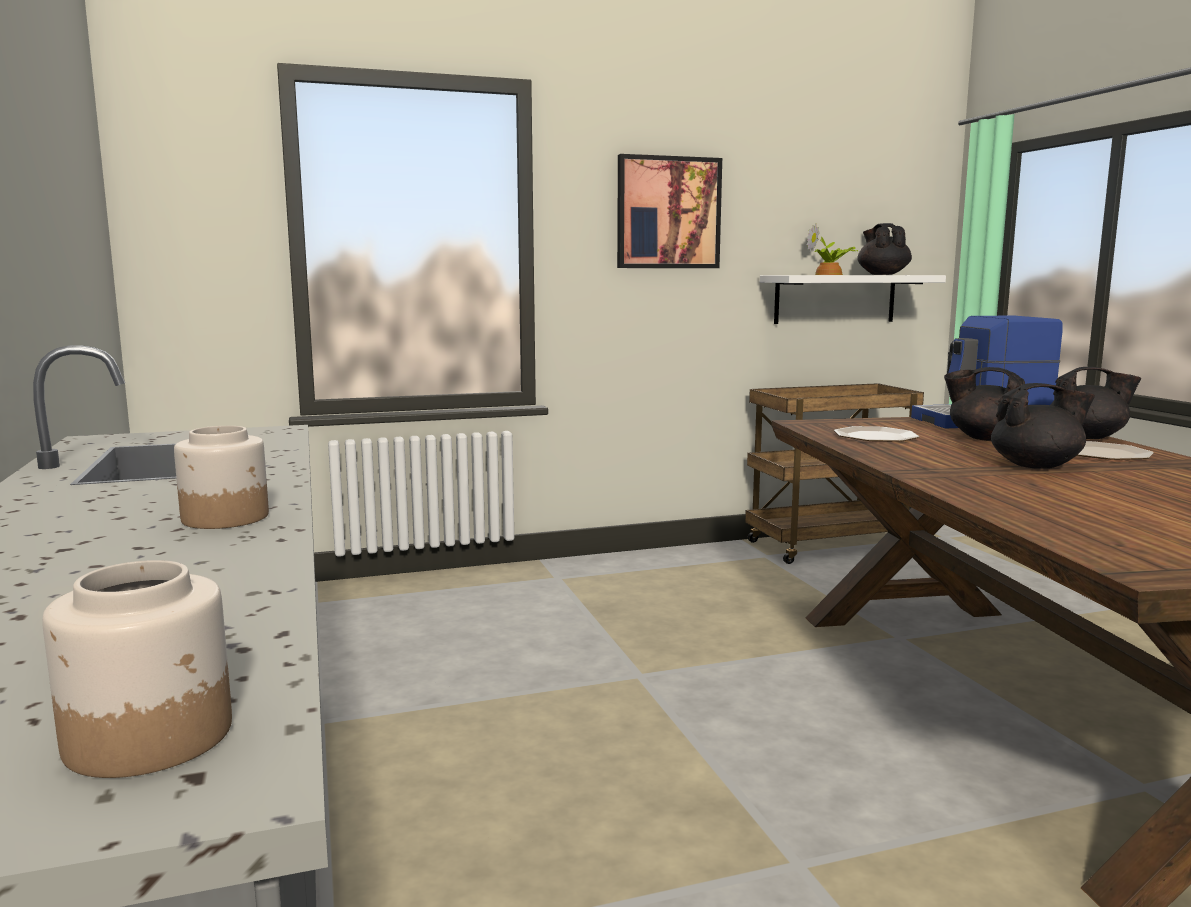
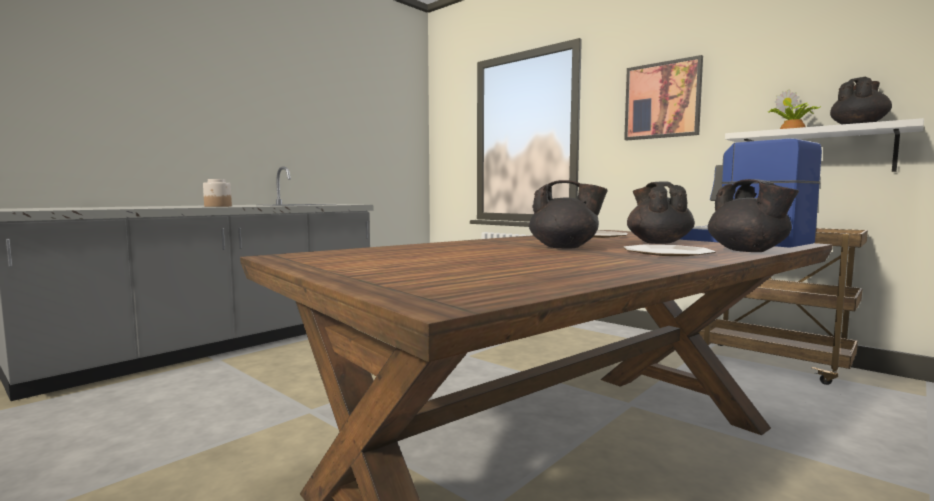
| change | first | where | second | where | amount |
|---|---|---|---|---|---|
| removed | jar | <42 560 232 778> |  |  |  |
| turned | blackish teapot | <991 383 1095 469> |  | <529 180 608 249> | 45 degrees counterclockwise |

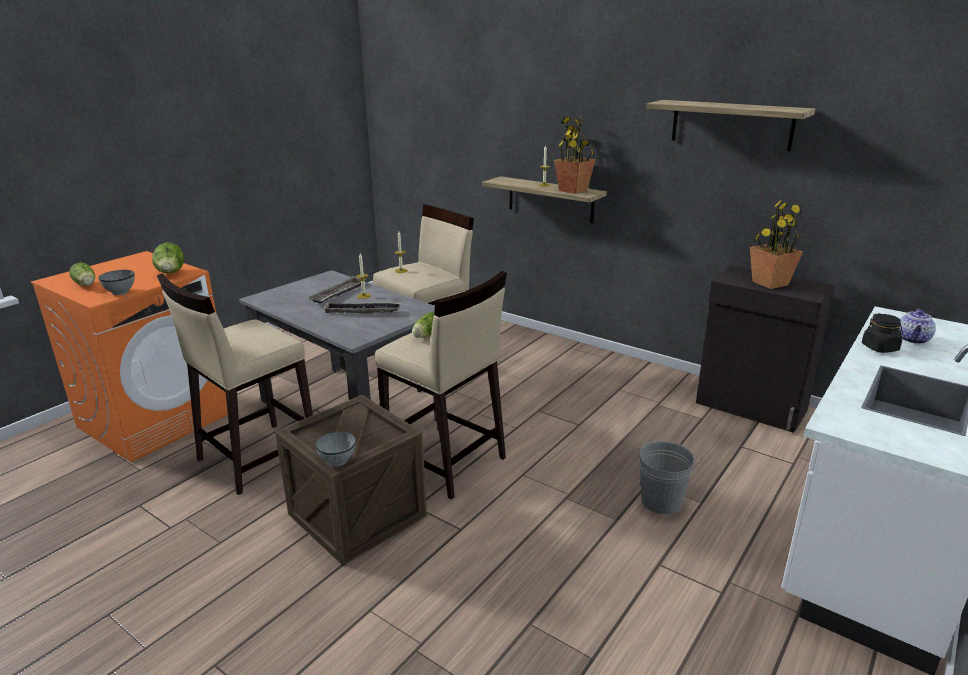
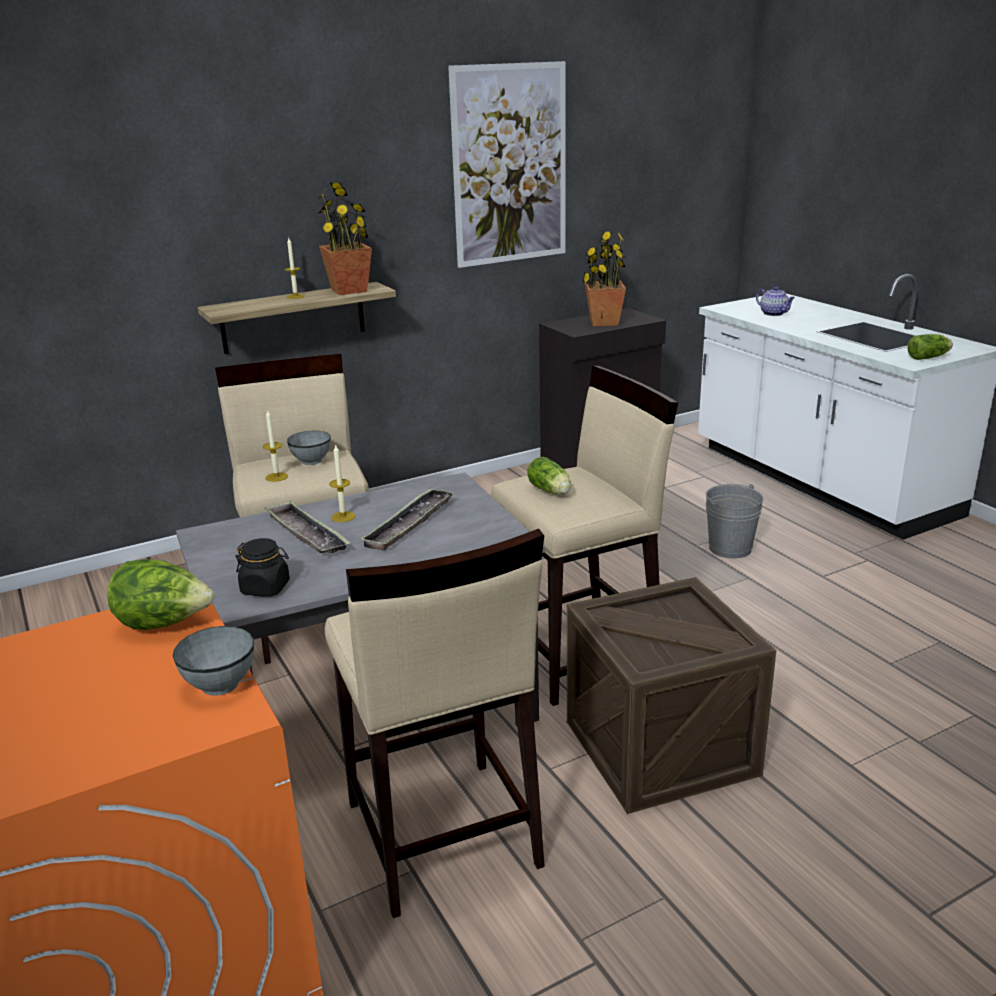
| change | first | where | second | where | amount |
|---|---|---|---|---|---|
| moved | lettuce head | <69 262 95 286> |  | <907 334 953 360> |  |
| moved | greyish serving bowl | <316 431 356 466> |  | <287 431 331 465> |  |
| replaced | wall shelf | <646 100 815 151> | wall art | <448 61 565 268> |  |
| moved | blackish jar | <862 313 903 353> |  | <235 538 290 597> |  |

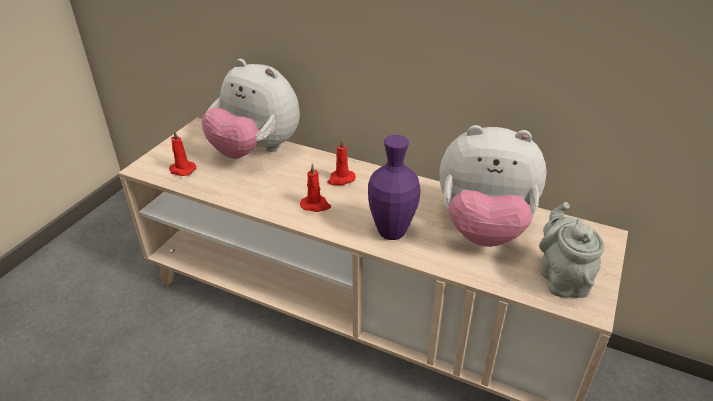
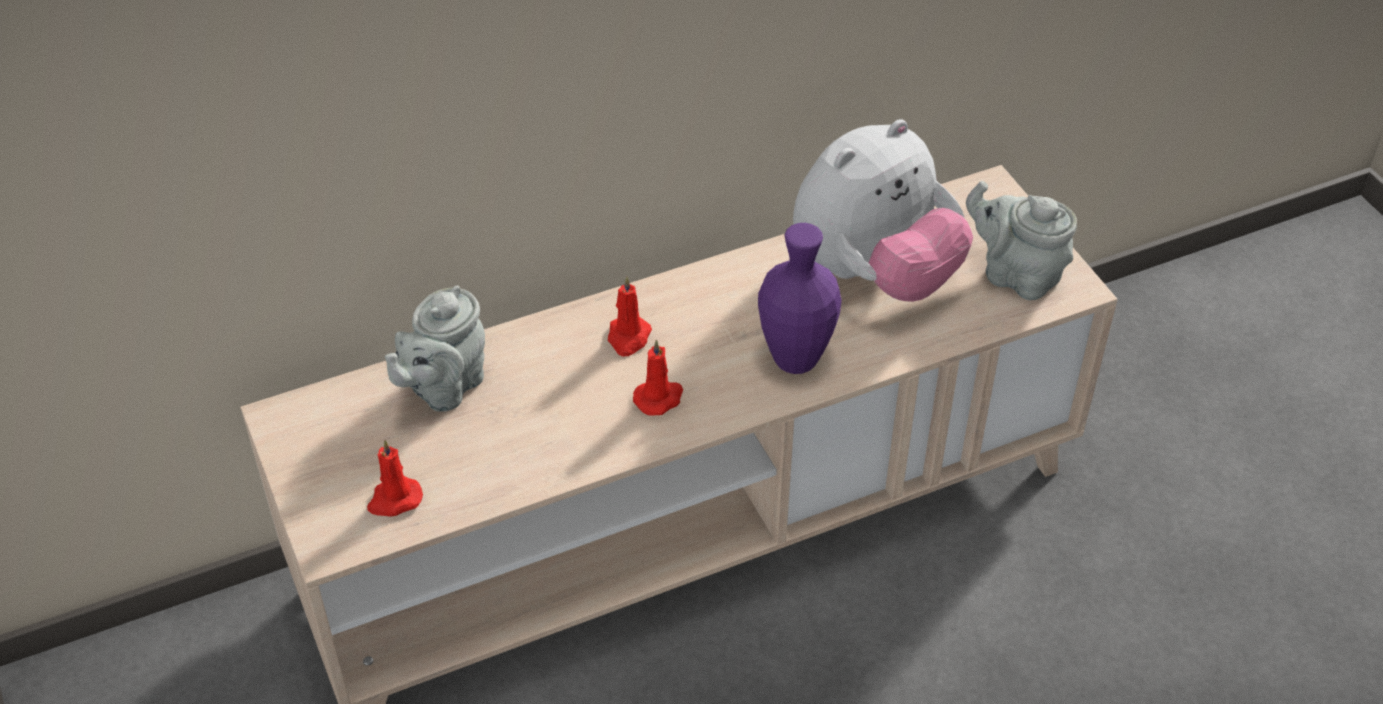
| change | first | where | second | where | amount |
|---|---|---|---|---|---|
| replaced | cuddly toy | <202 59 300 159> | greyish teapot | <385 286 485 412> |  |

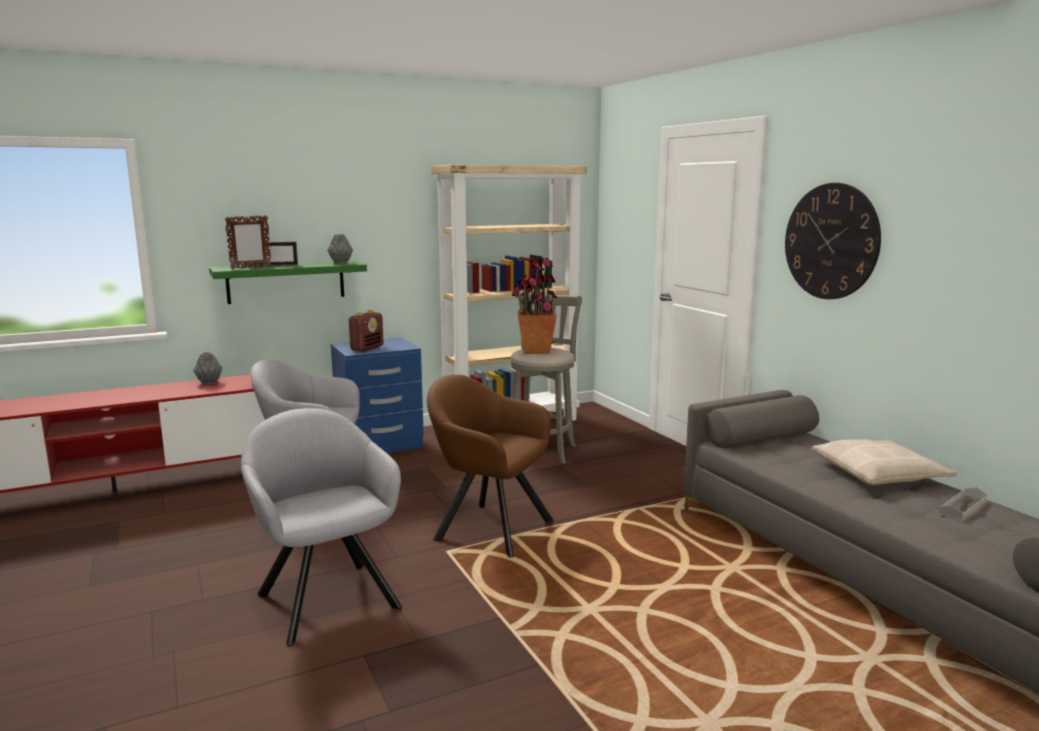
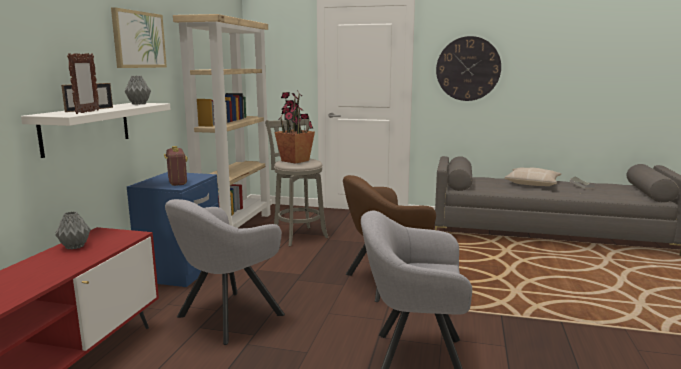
| change | first | where | second | where | amount |
|---|---|---|---|---|---|
| recoloured | green wall shelf | <209 261 367 304> | white-coloured wall shelf | <21 103 171 158> |  |
| added |  |  | wall art | <111 7 167 68> |  |

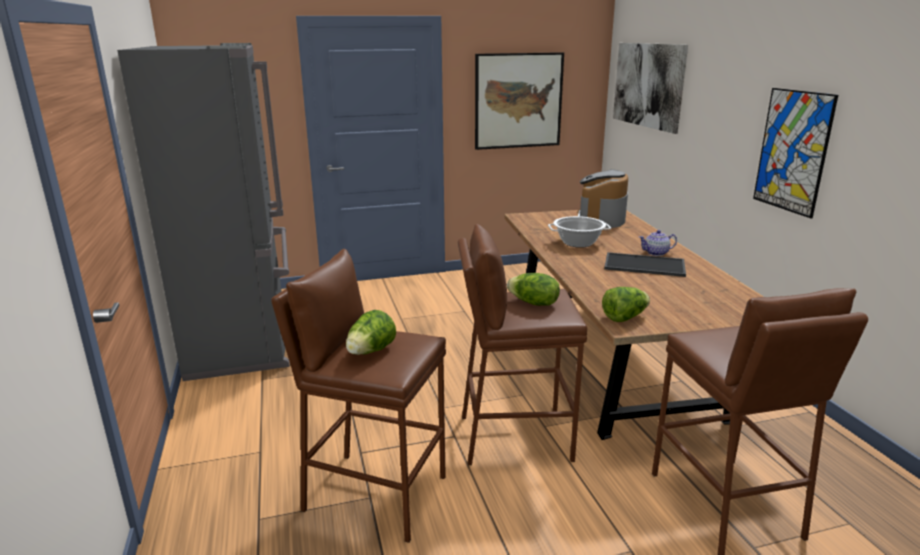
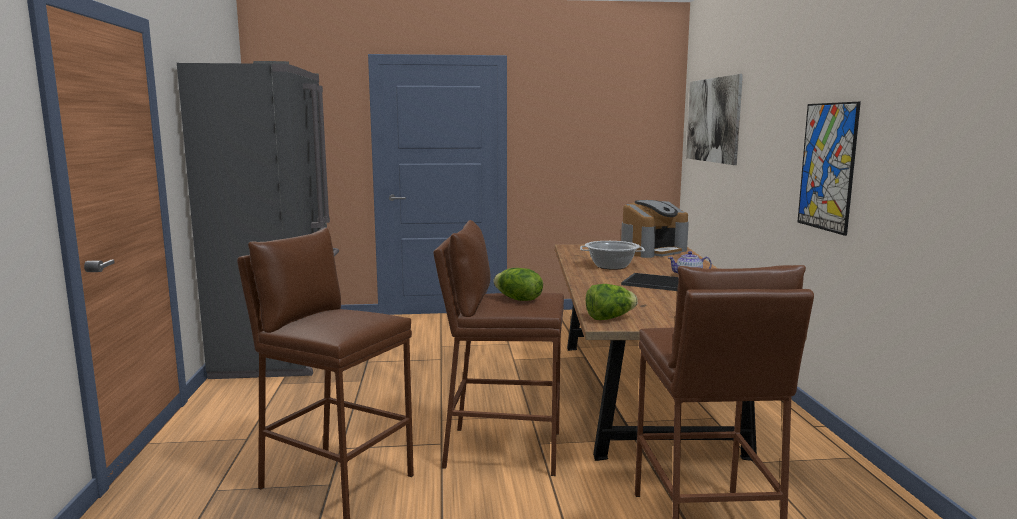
| change | first | where | second | where | amount |
|---|---|---|---|---|---|
| removed | lettuce head | <346 310 396 355> |  |  |  |
| removed | wall art | <475 52 564 150> |  |  |  |
| turned | coffee brewer | <577 169 628 228> |  | <621 200 689 258> | 150 degrees counterclockwise |

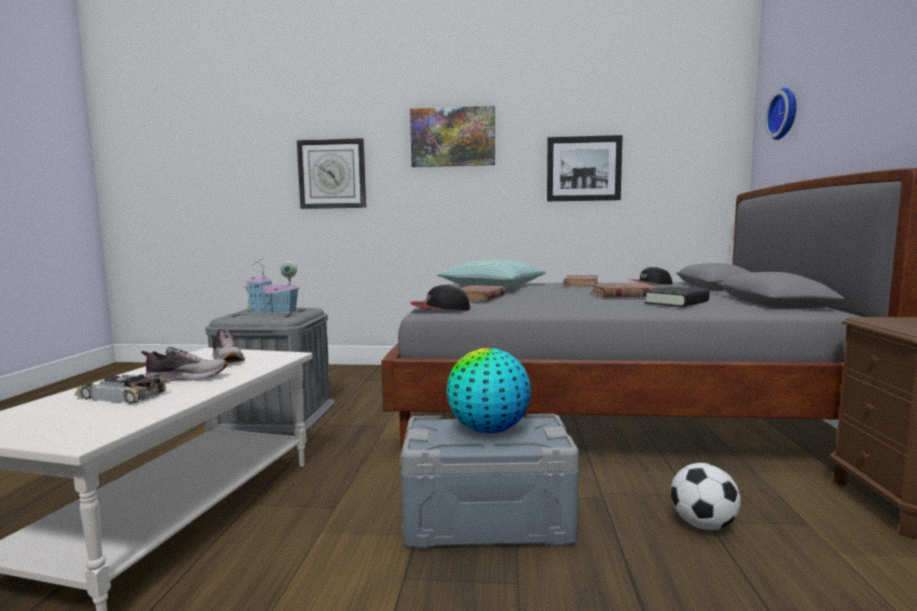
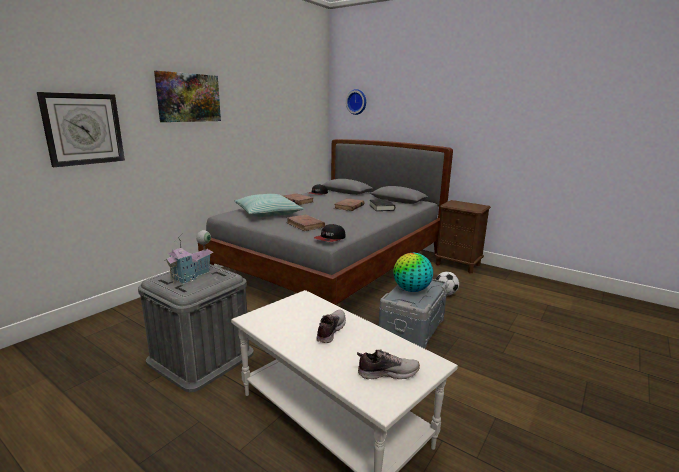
| change | first | where | second | where | amount |
|---|---|---|---|---|---|
| removed | toy car | <74 373 167 404> |  |  |  |
| moved | item of footwear | <212 329 245 363> |  | <357 349 420 379> |  |
| removed | wall art | <547 135 623 201> |  |  |  |

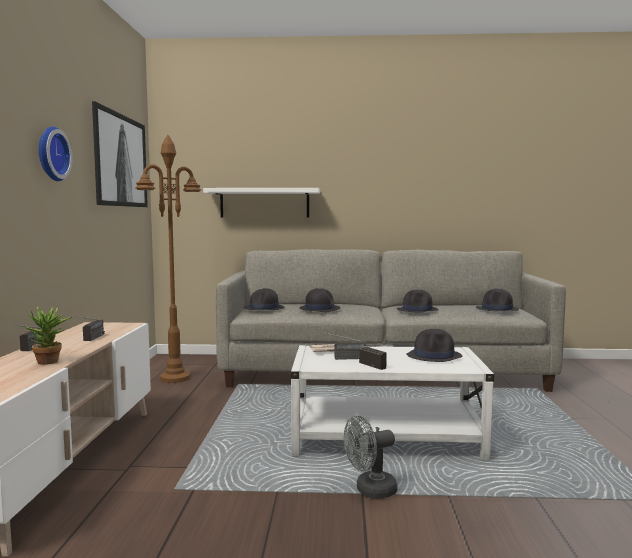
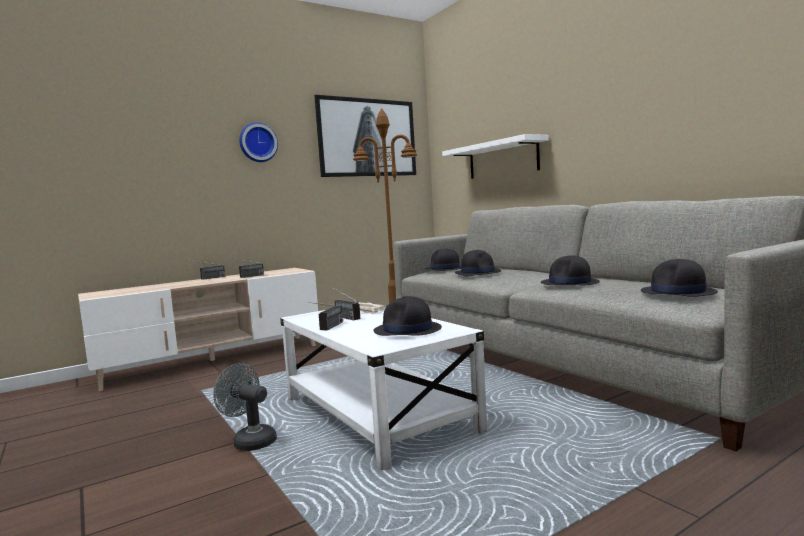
| change | first | where | second | where | amount |
|---|---|---|---|---|---|
| removed | houseplant | <24 307 72 365> |  |  |  |

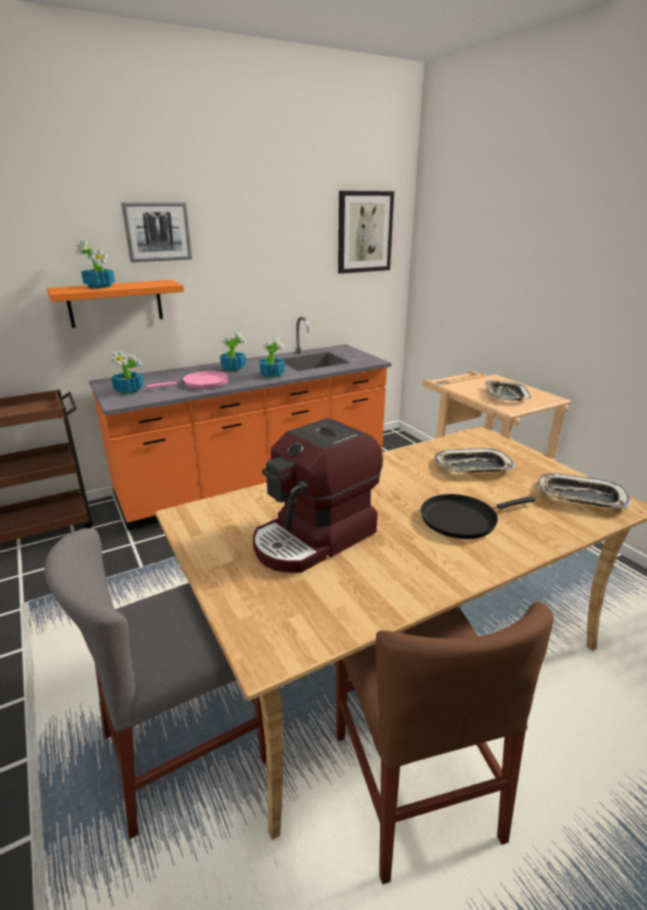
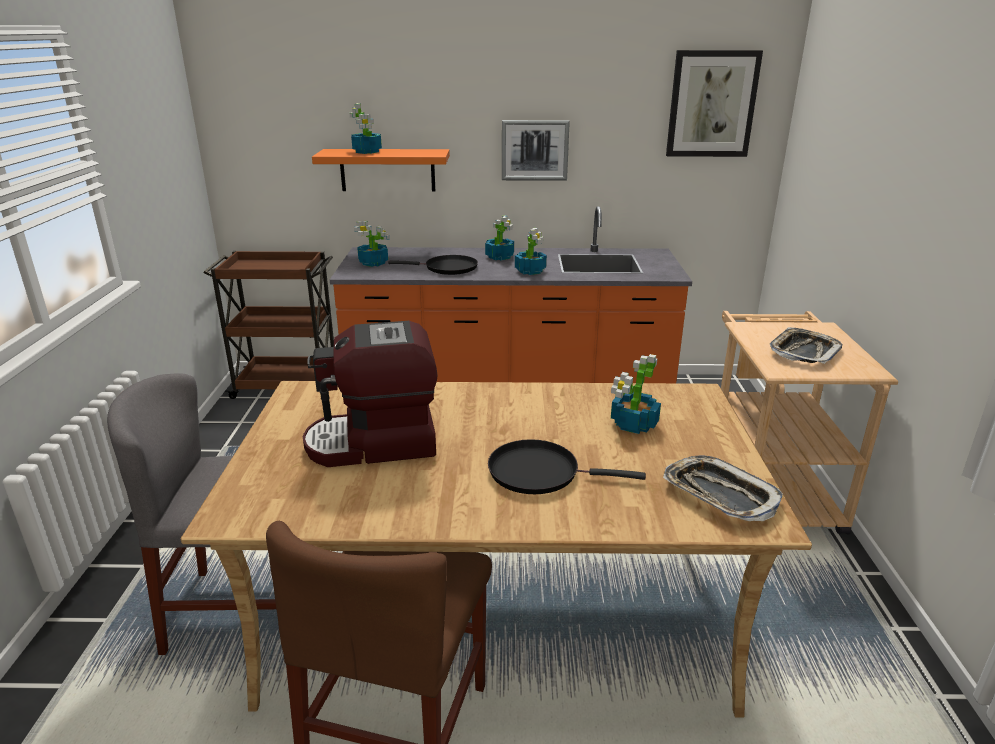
| change | first | where | second | where | amount |
|---|---|---|---|---|---|
| moved | wall art | <121 202 192 262> |  | <502 120 570 181> |  |
| recoloured | pink-coloured pan | <147 371 229 389> | blackish pan | <388 255 478 275> |  |
| replaced | tray | <435 448 515 472> | houseplant | <611 354 661 434> |  |

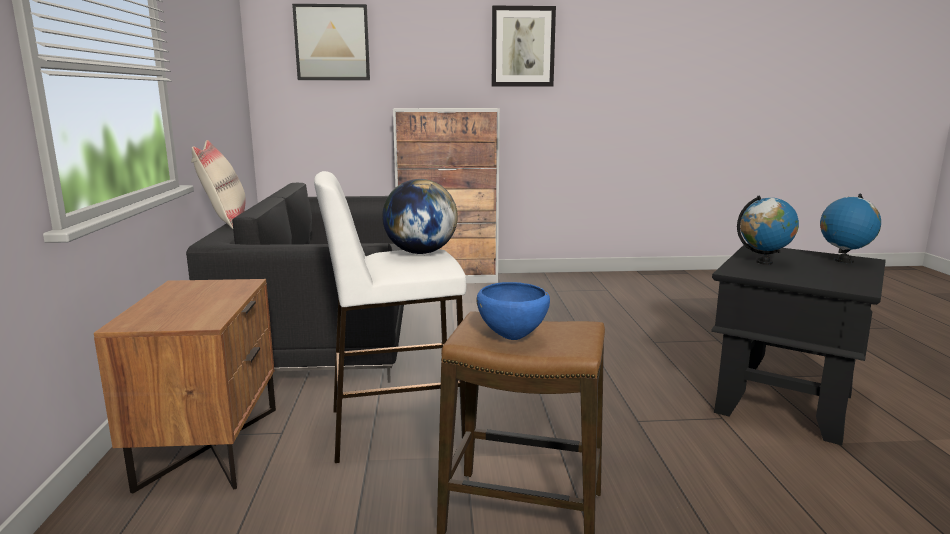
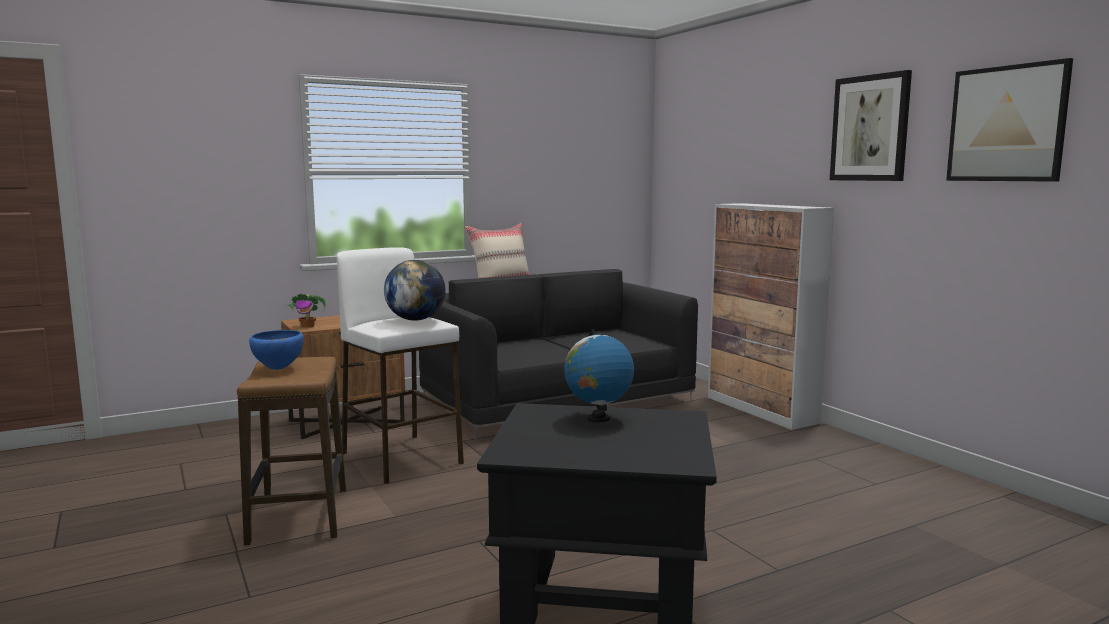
| change | first | where | second | where | amount |
|---|---|---|---|---|---|
| moved | wall art | <292 4 370 80> |  | <946 58 1073 182> |  |
| removed | globe | <820 194 881 263> |  |  |  |
| added |  |  | houseplant | <287 294 327 328> |  |

